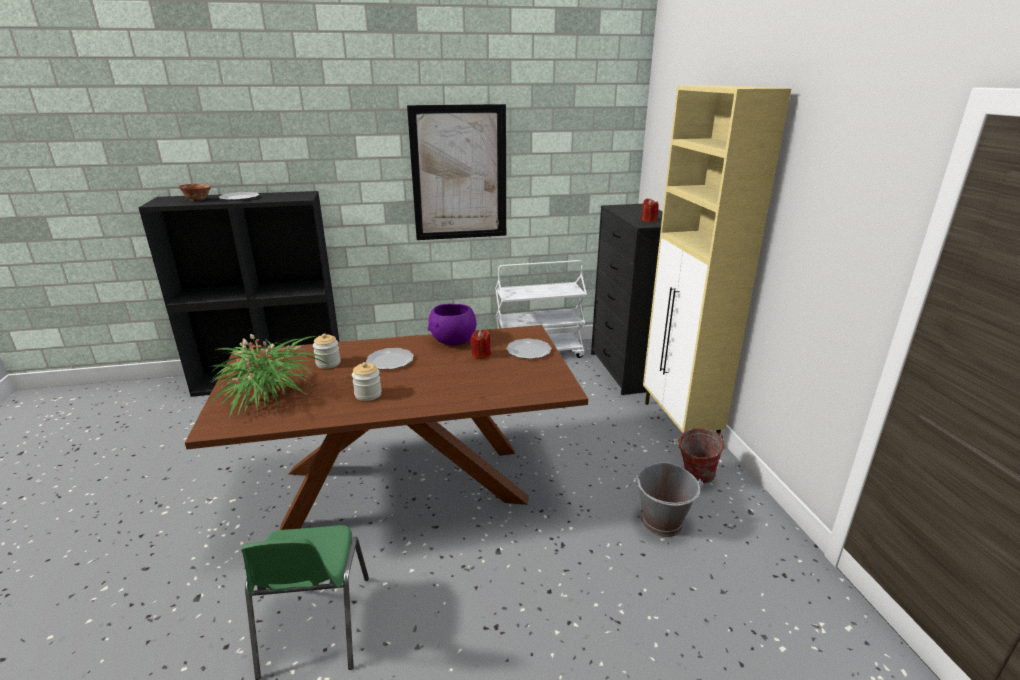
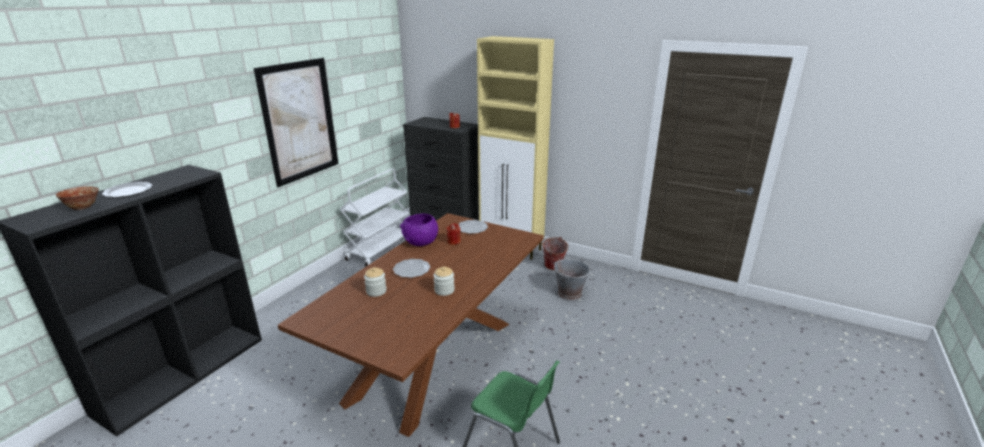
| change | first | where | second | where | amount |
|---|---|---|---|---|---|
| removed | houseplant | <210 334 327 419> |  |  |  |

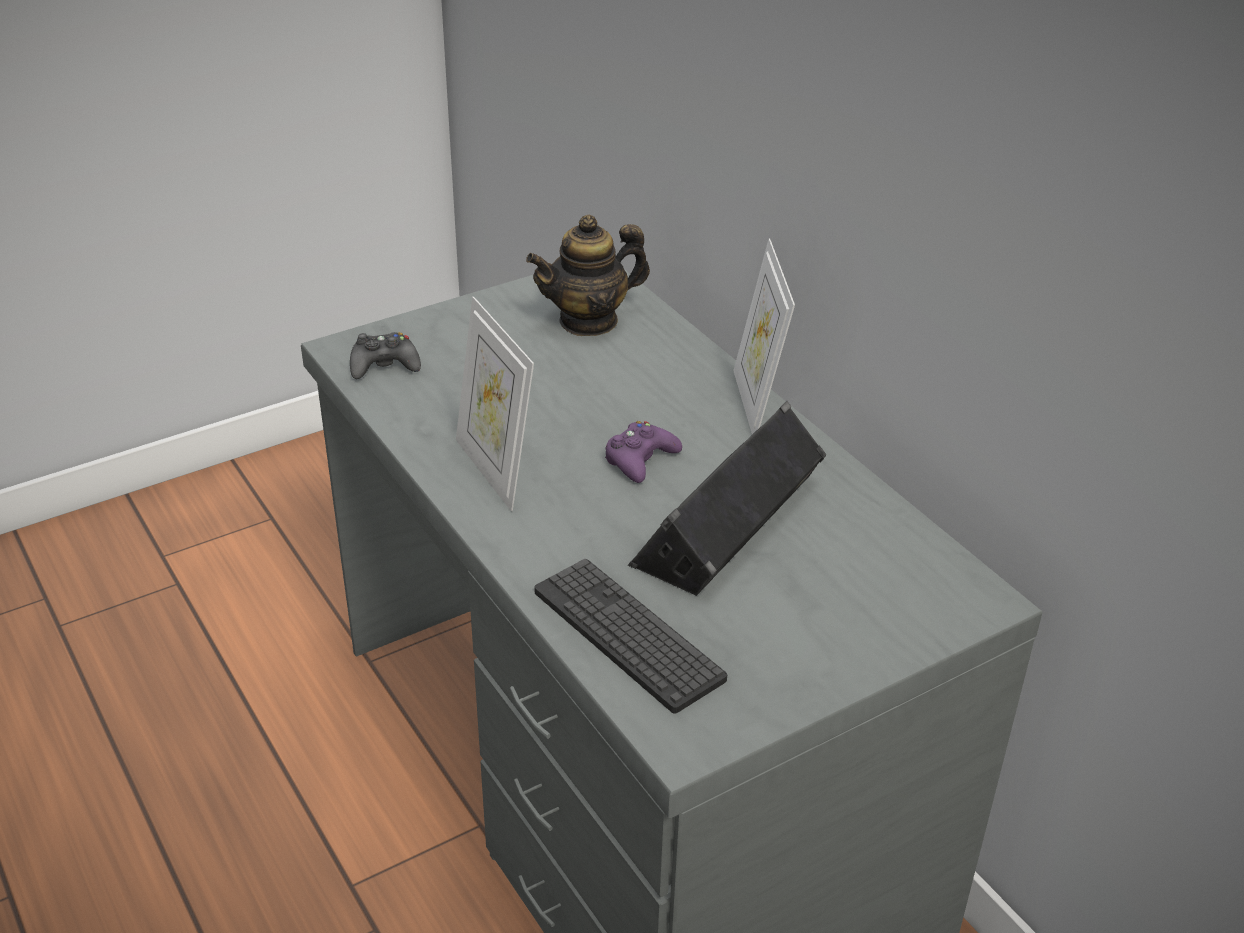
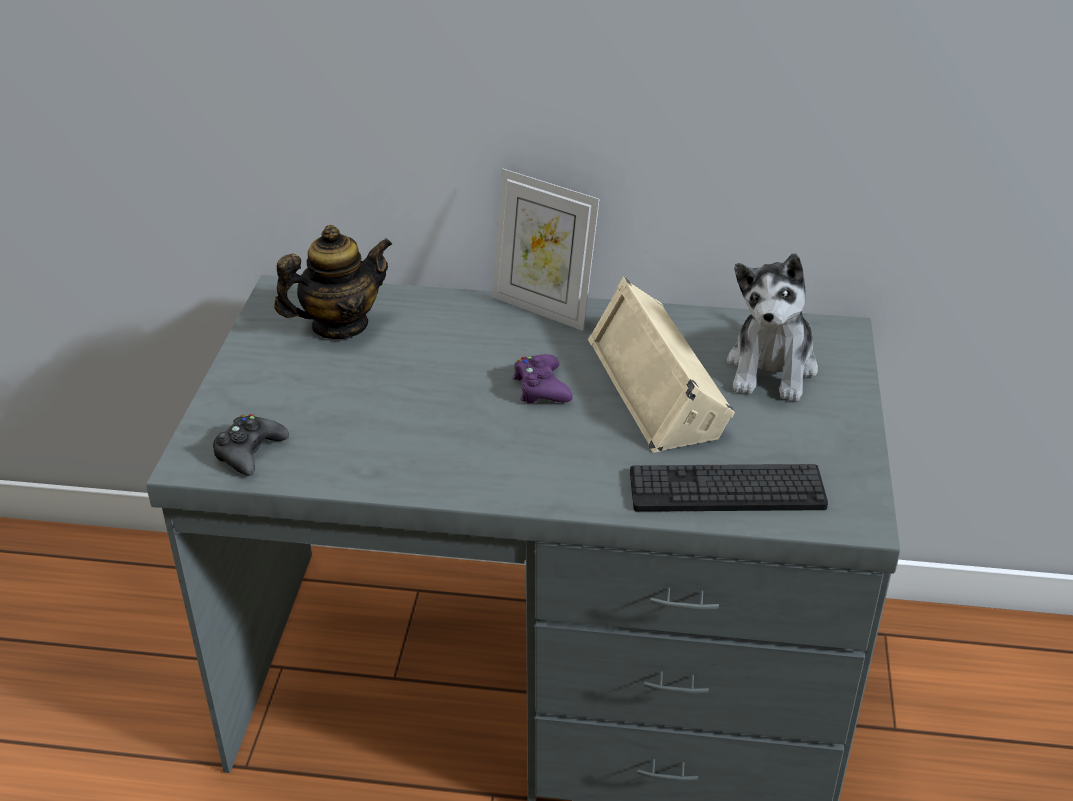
| change | first | where | second | where | amount |
|---|---|---|---|---|---|
| removed | picture frame | <456 297 534 511> |  |  |  |
| turned | teapot | <526 214 650 336> |  | <274 225 392 339> | 135 degrees counterclockwise |
| recoloured | blackish speaker | <628 401 826 596> | beige speaker | <588 277 735 453> |  |
| added |  |  | cuddly toy | <727 253 818 401> |  |

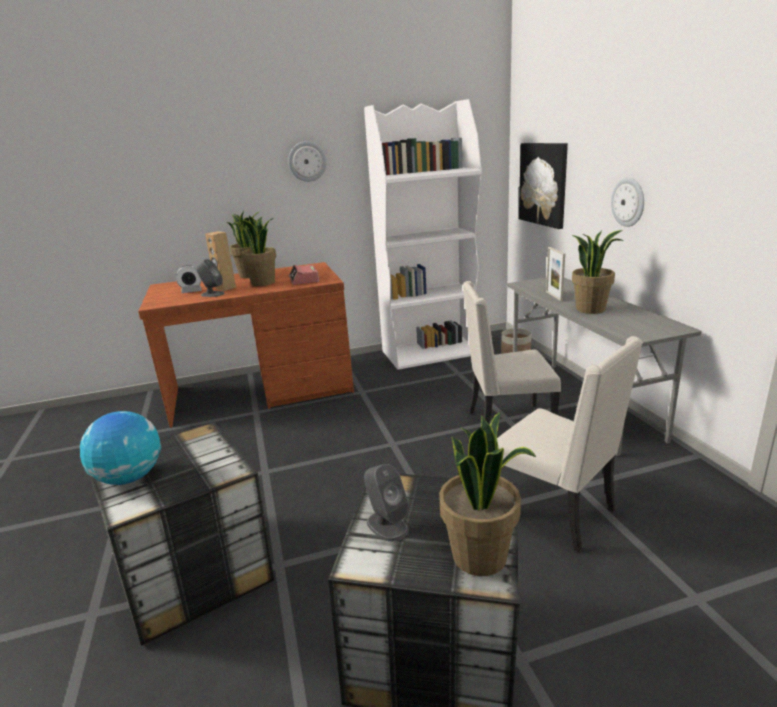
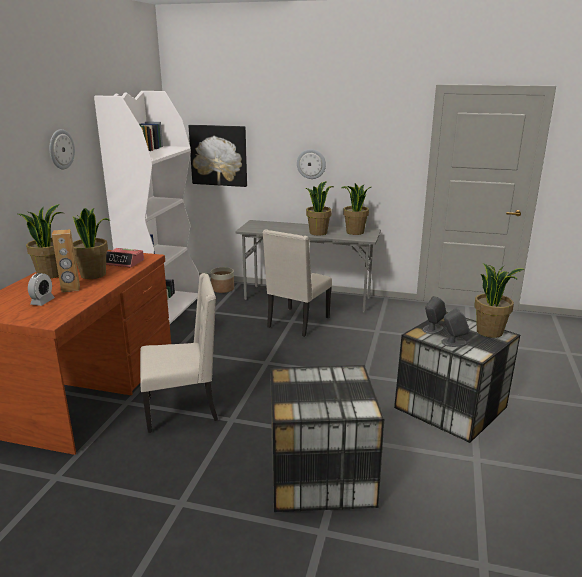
| change | first | where | second | where | amount |
|---|---|---|---|---|---|
| removed | globe | <80 411 161 485> |  |  |  |
| moved | greyish speaker | <196 259 225 297> |  | <422 296 446 334> |  |
| moved | beige chair | <497 336 643 552> |  | <140 273 218 433> |  |
| removed | picture frame | <546 247 565 301> |  |  |  |
| added |  |  | houseplant | <342 183 371 235> |  |

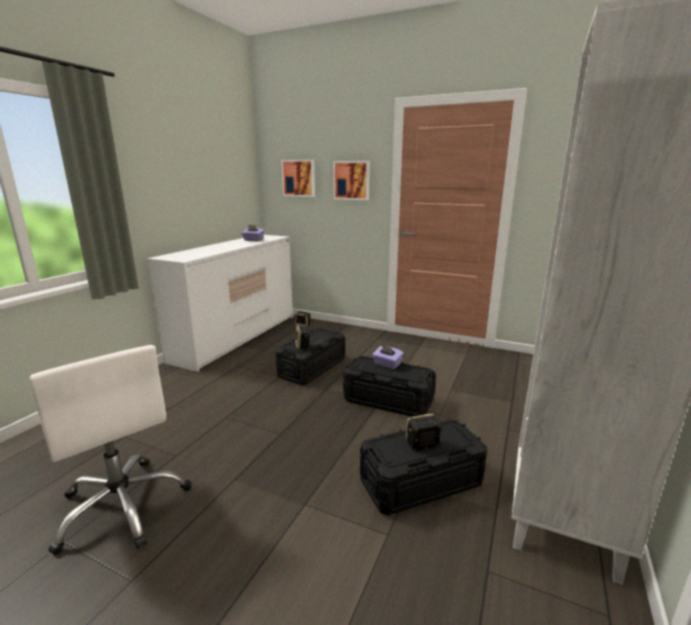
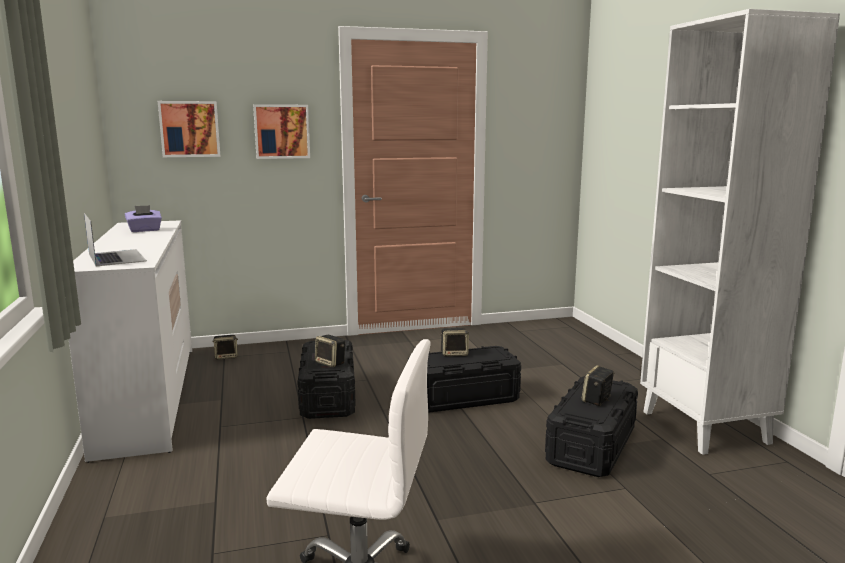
| change | first | where | second | where | amount |
|---|---|---|---|---|---|
| replaced | purple-coloured box of tissues | <372 345 404 369> | speaker | <440 328 469 357> |  |
| added |  |  | portable computer | <84 213 147 266> |  |

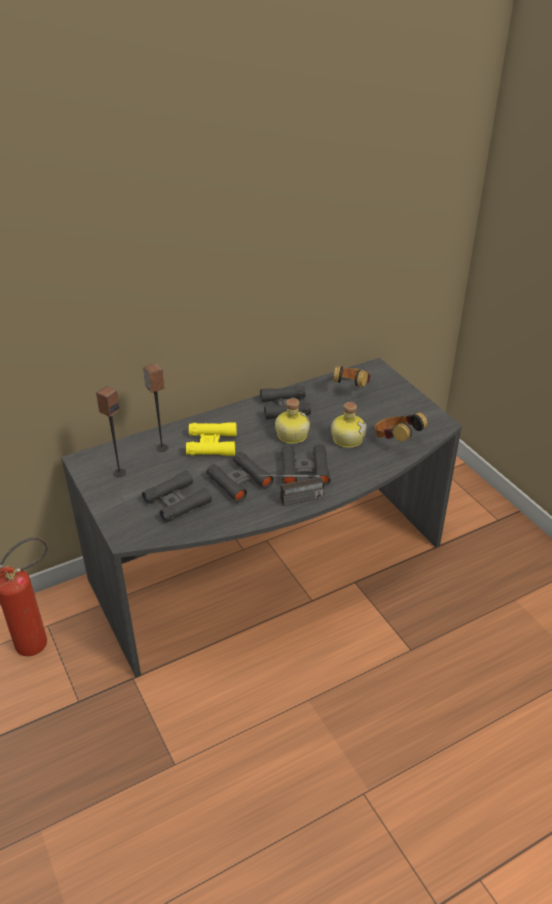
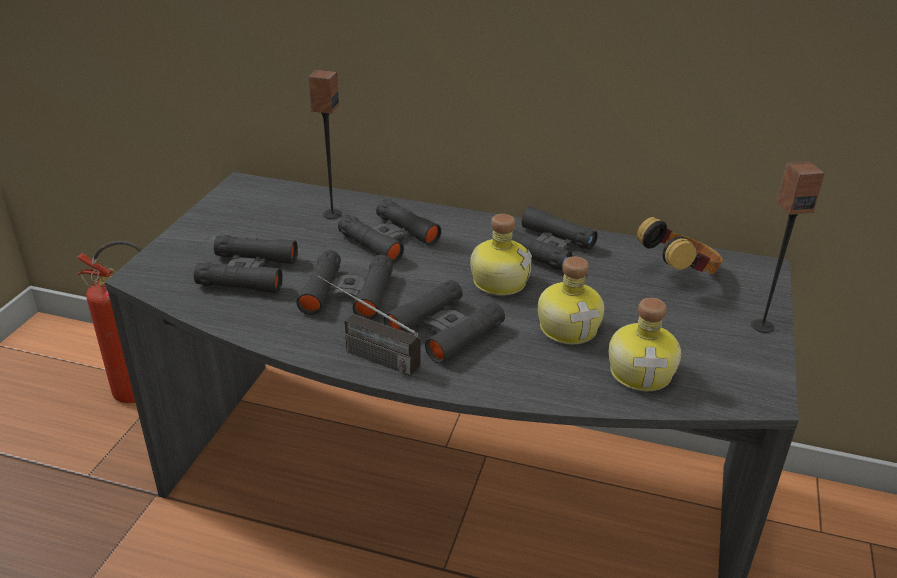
| change | first | where | second | where | amount |
|---|---|---|---|---|---|
| moved | speaker | <96 386 126 477> |  | <751 161 825 333> |  |
| recoloured | yellow-coloured pair of binoculars | <186 423 237 456> | blackish pair of binoculars | <338 199 441 264> |  |
| replaced | headphones | <375 412 428 442> | beverage bottle | <609 298 681 391> |  |

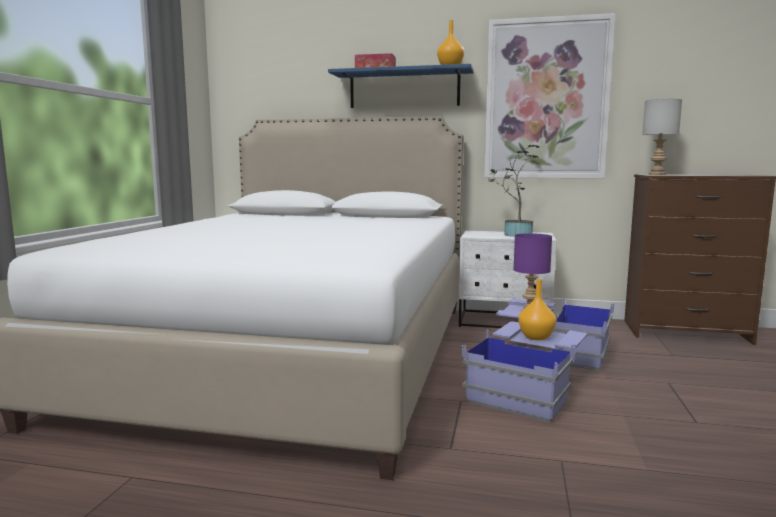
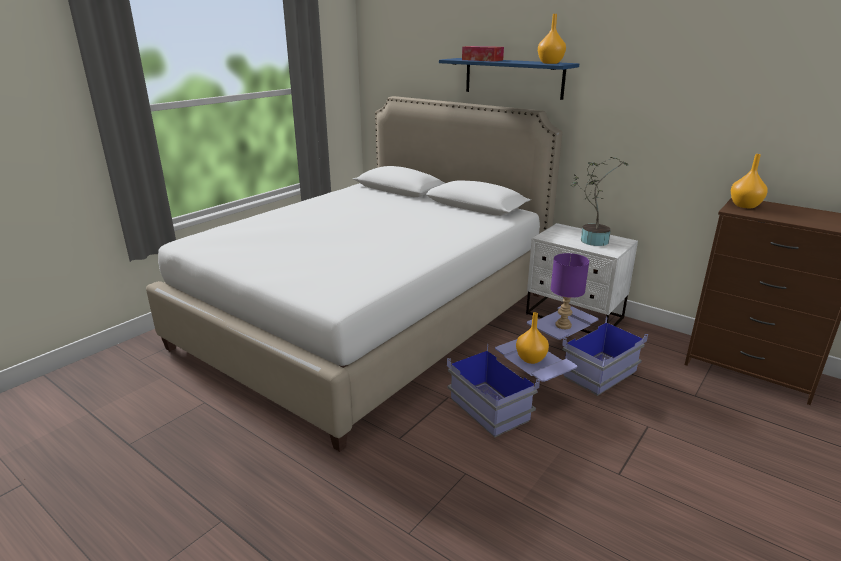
| change | first | where | second | where | amount |
|---|---|---|---|---|---|
| removed | wall art | <484 13 616 178> |  |  |  |
| replaced | greyish lamp for a table | <642 99 682 175> | orange vase | <731 154 768 208> |  |

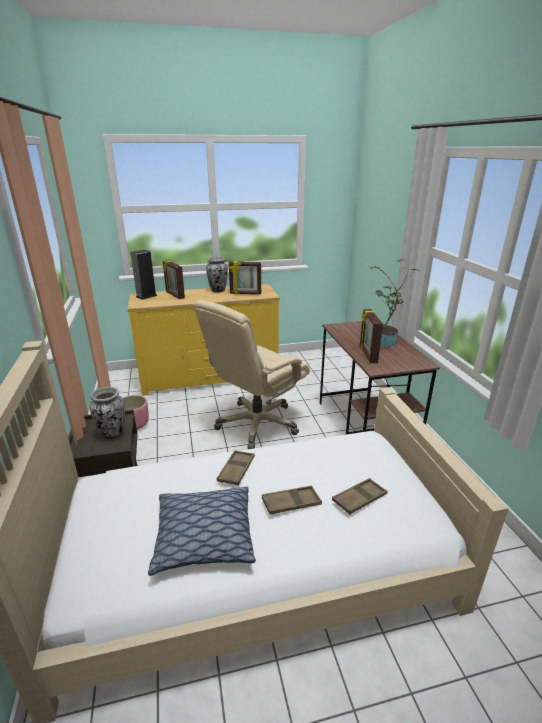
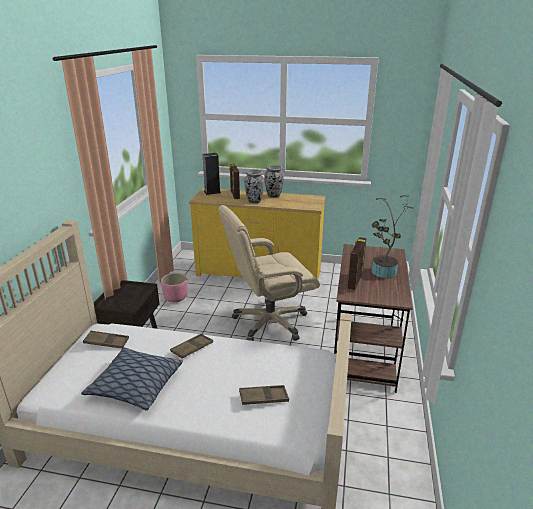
| change | first | where | second | where | amount |
|---|---|---|---|---|---|
| moved | vase | <90 387 125 439> |  | <244 170 264 203> |  |
| removed | picture frame | <229 261 261 294> |  |  |  |
| moved | brown-coloured tray | <262 486 322 514> |  | <83 331 129 349> |  |

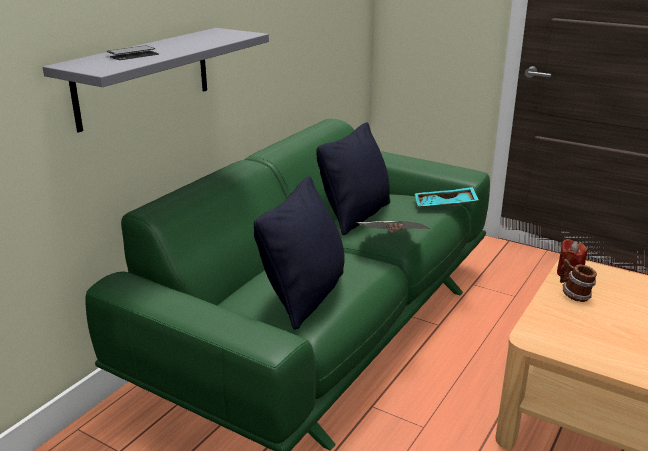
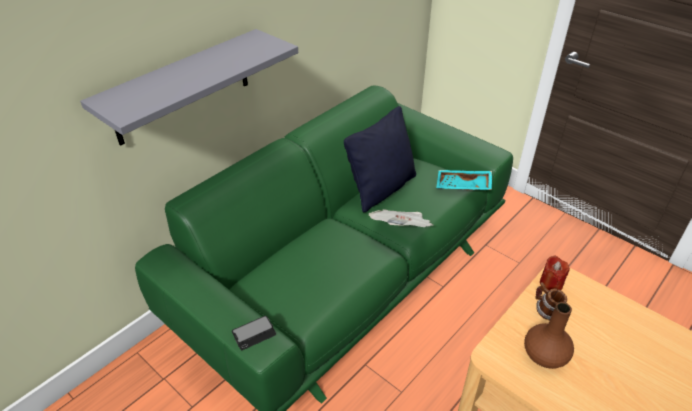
| change | first | where | second | where | amount |
|---|---|---|---|---|---|
| moved | phone | <106 46 159 60> |  | <232 316 276 350> |  |
| removed | blackish throw pillow | <254 176 345 330> |  |  |  |
| added |  |  | brown-coloured vase | <524 302 574 369> |  |

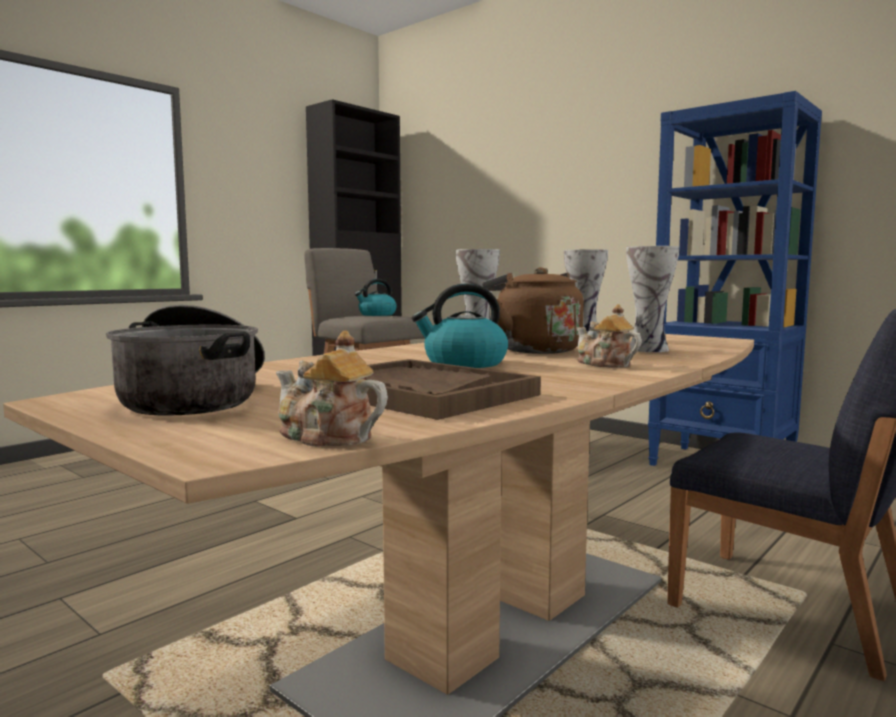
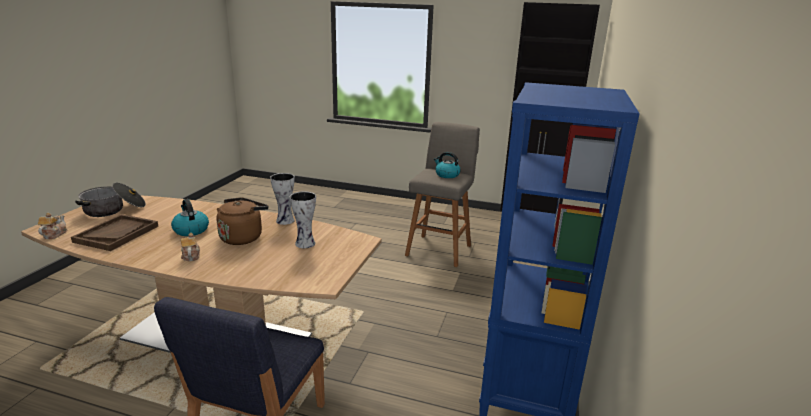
| change | first | where | second | where | amount |
|---|---|---|---|---|---|
| turned | teapot | <576 304 641 368> |  | <181 233 200 261> | 45 degrees counterclockwise |
| removed | vase | <626 246 679 352> |  |  |  |

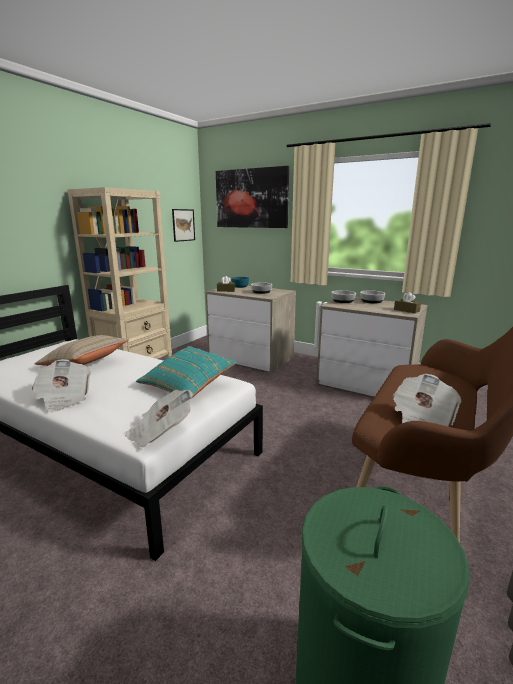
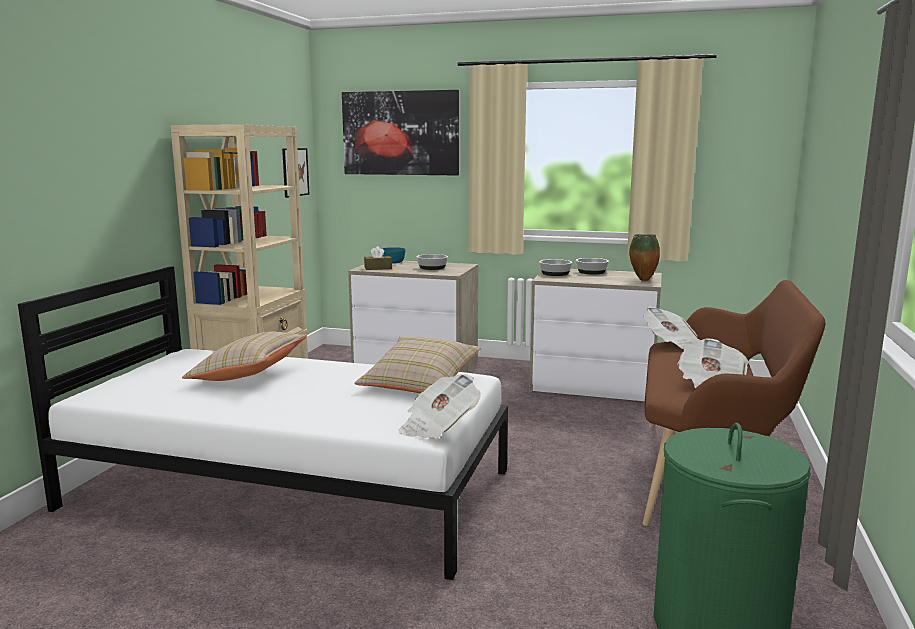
| change | first | where | second | where | amount |
|---|---|---|---|---|---|
| moved | printed paper | <32 359 91 412> |  | <643 307 700 350> |  |
| recoloured | blue-green throw pillow | <136 346 237 398> | beige throw pillow | <355 337 481 393> |  |
| replaced | brown-coloured box of tissues | <394 292 421 313> | vase | <629 234 660 281> |  |

